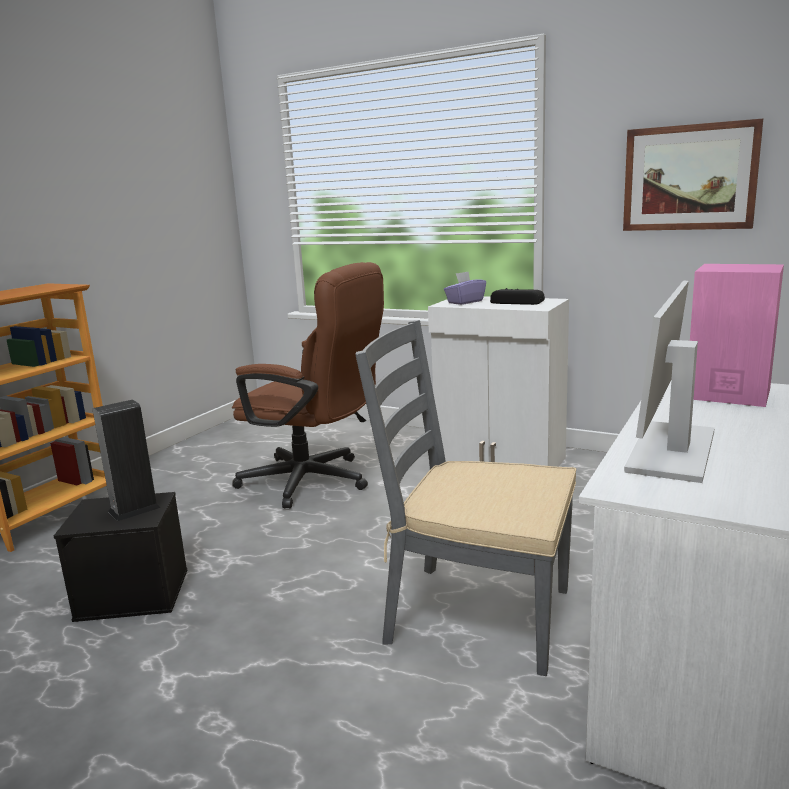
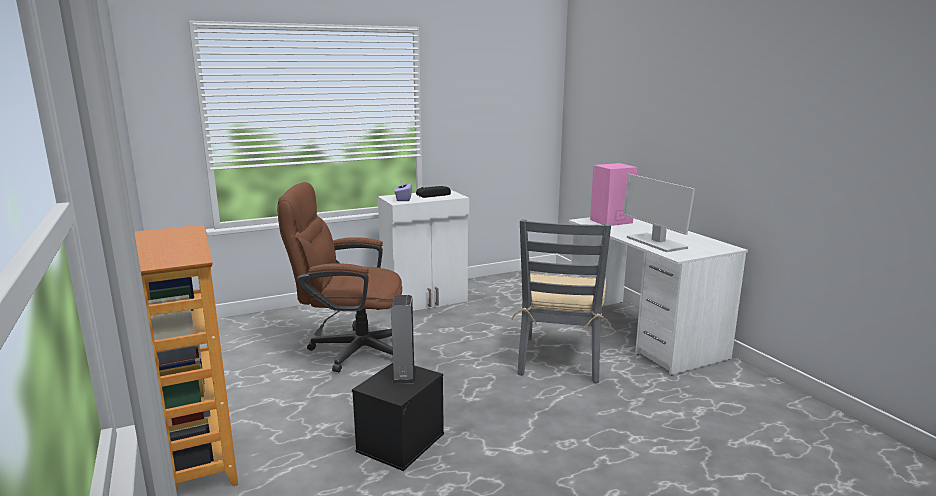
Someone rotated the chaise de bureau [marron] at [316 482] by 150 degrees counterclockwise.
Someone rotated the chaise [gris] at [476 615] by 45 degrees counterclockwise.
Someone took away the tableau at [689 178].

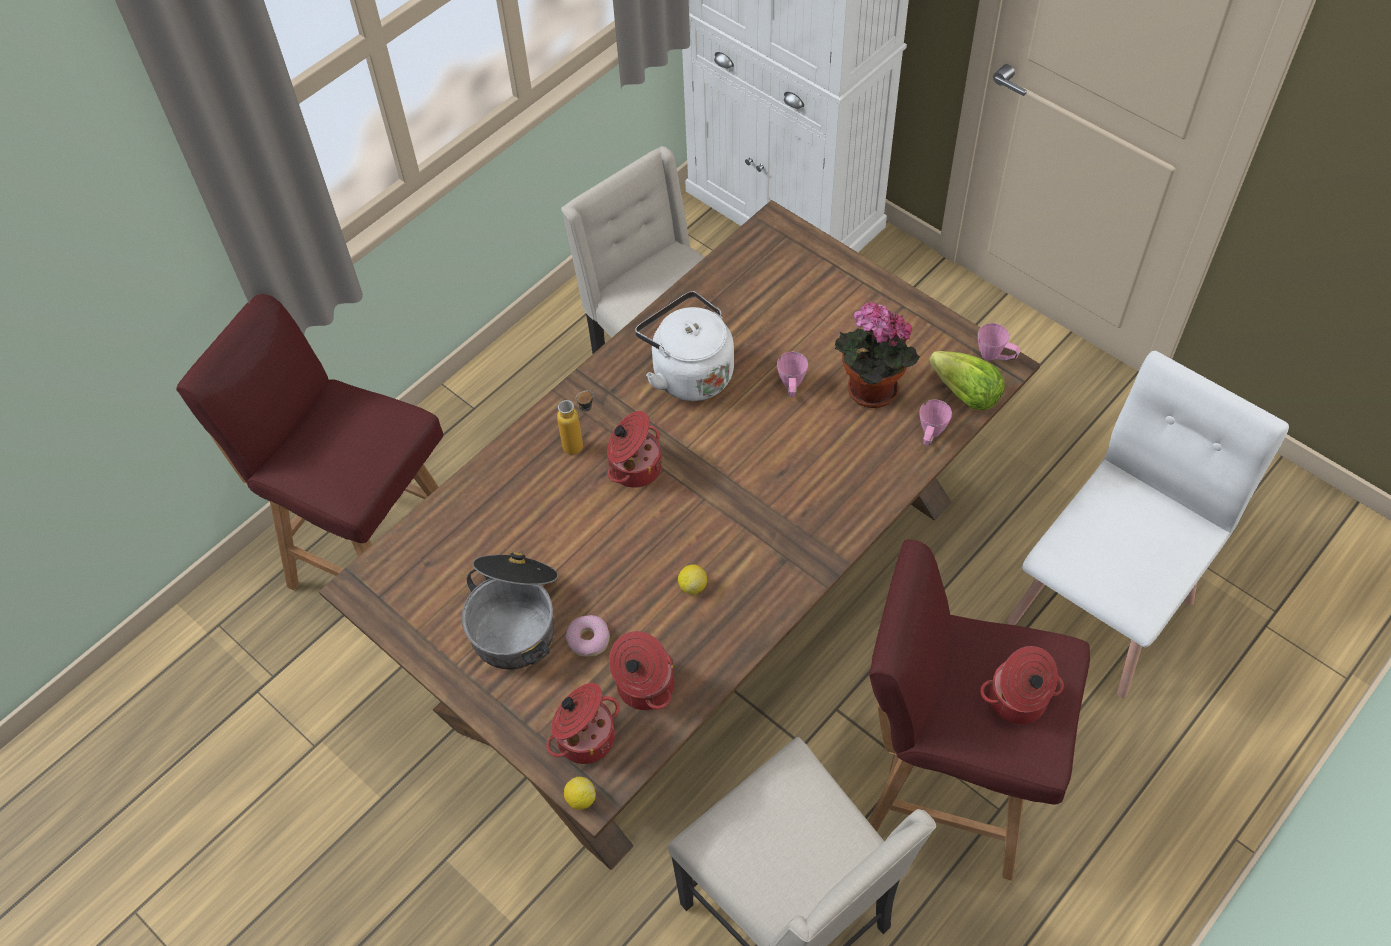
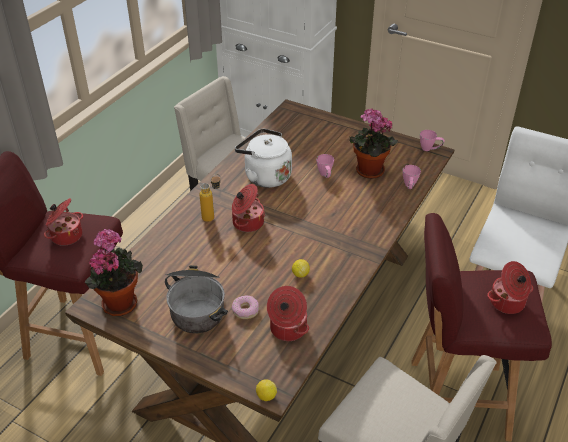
Someone carried the marmite from [584 736] to [66 235].
Someone put down the plante en pot at [119 301].
Someone took away the laitue at [965 394].

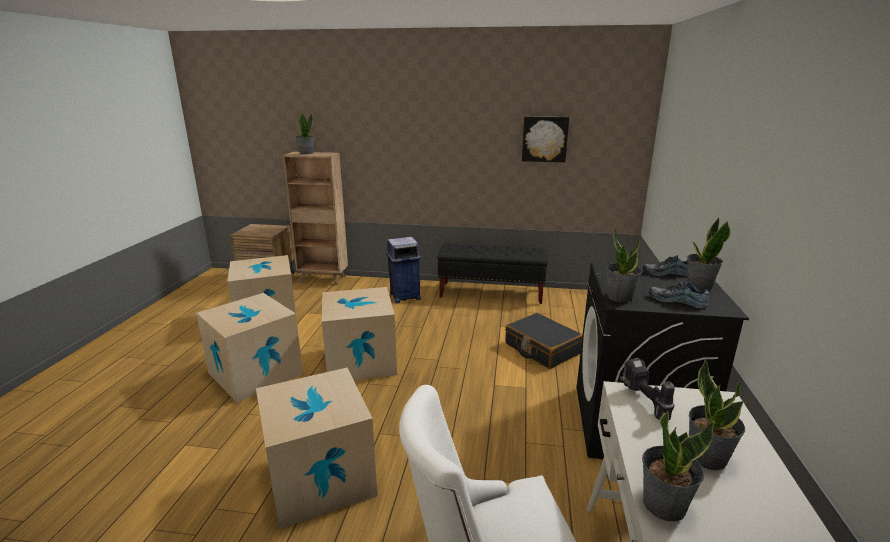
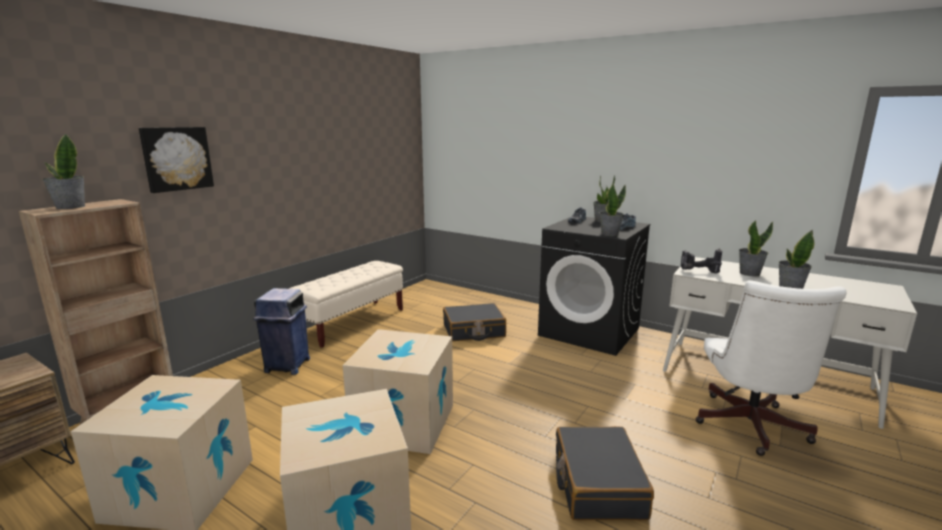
Someone carried the tableau from [544 139] to [176 158].
Someone repainted the banc [noir] at [491 293], which became the banc [beige] at [351 323].
Someone swapped the carton at [320 478] for the valise [noir] at [597 484].

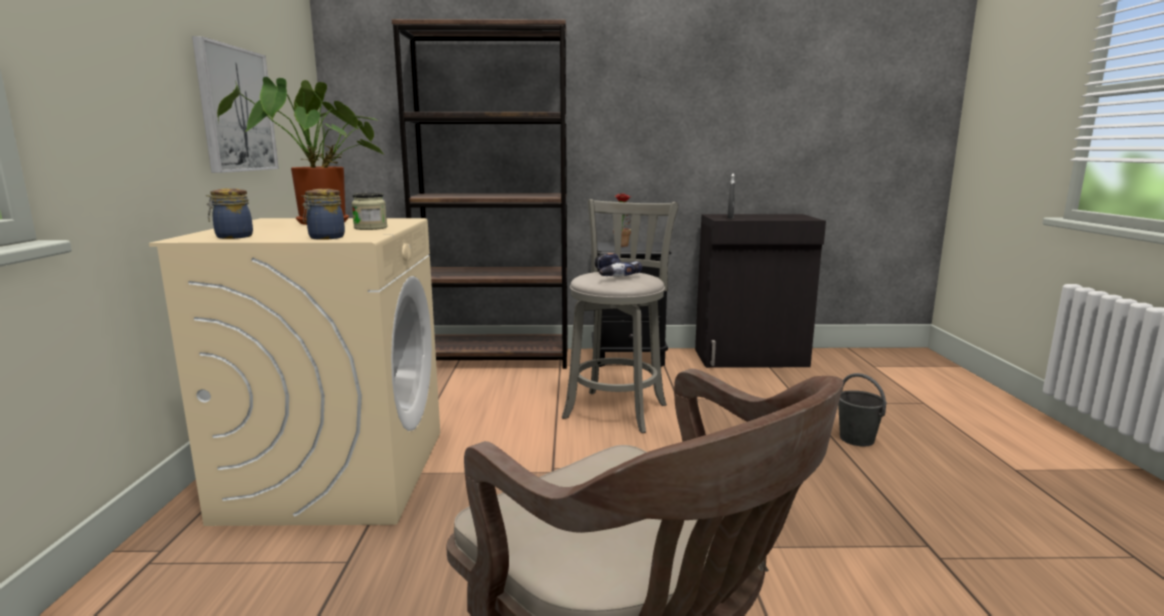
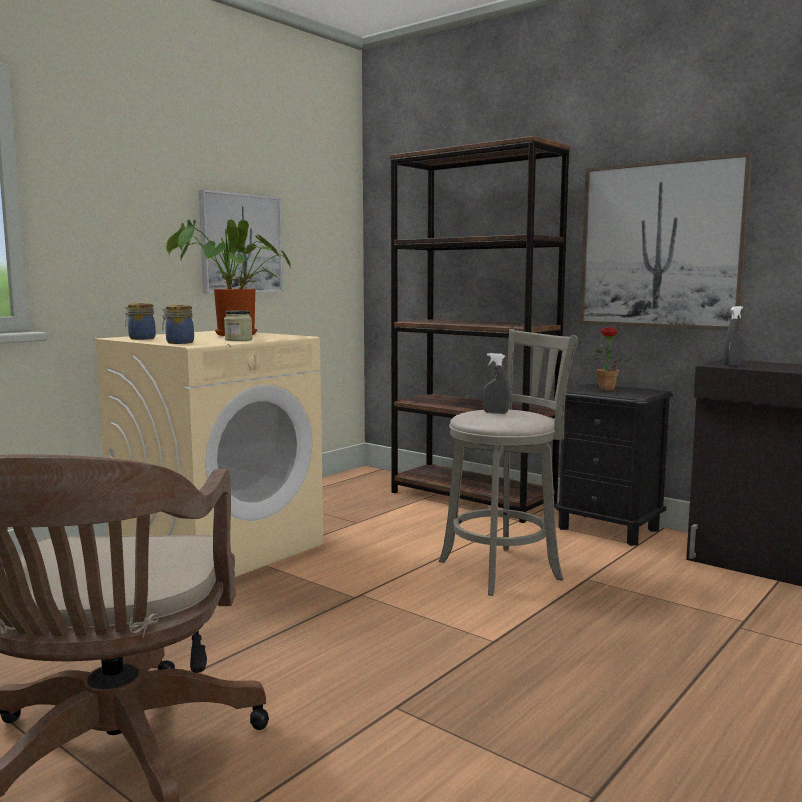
Someone swapped the perceuse at [610 275] for the vaporisateur [gris] at [495 413].
Someone put up the tableau at [661 245].
Someone took away the seau [gris] at [856 439].

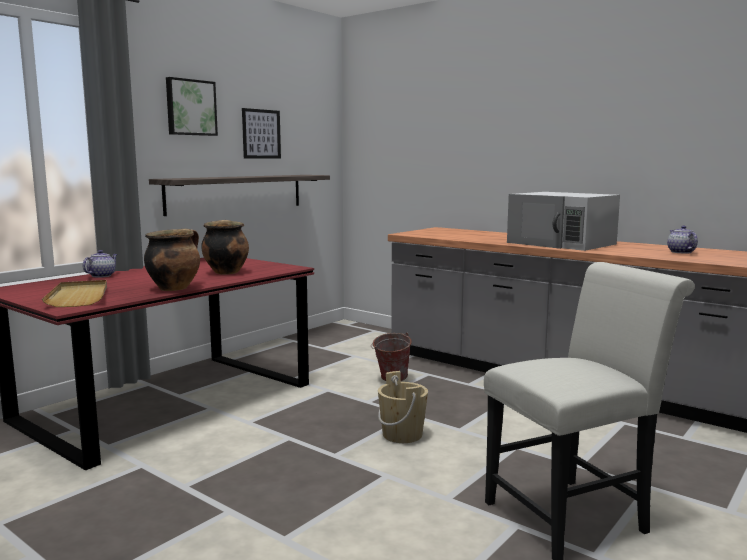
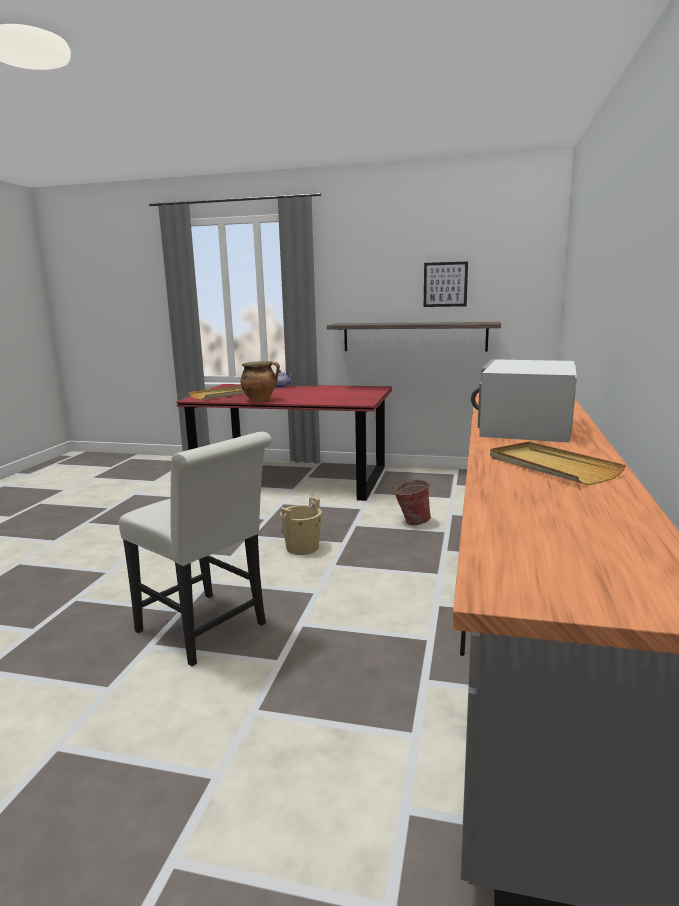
Someone swapped the théière at [680 252] for the plateau [beige] at [551 467].
Someone took away the tableau at [190 107].
Someone took away the marmite at [226 272].

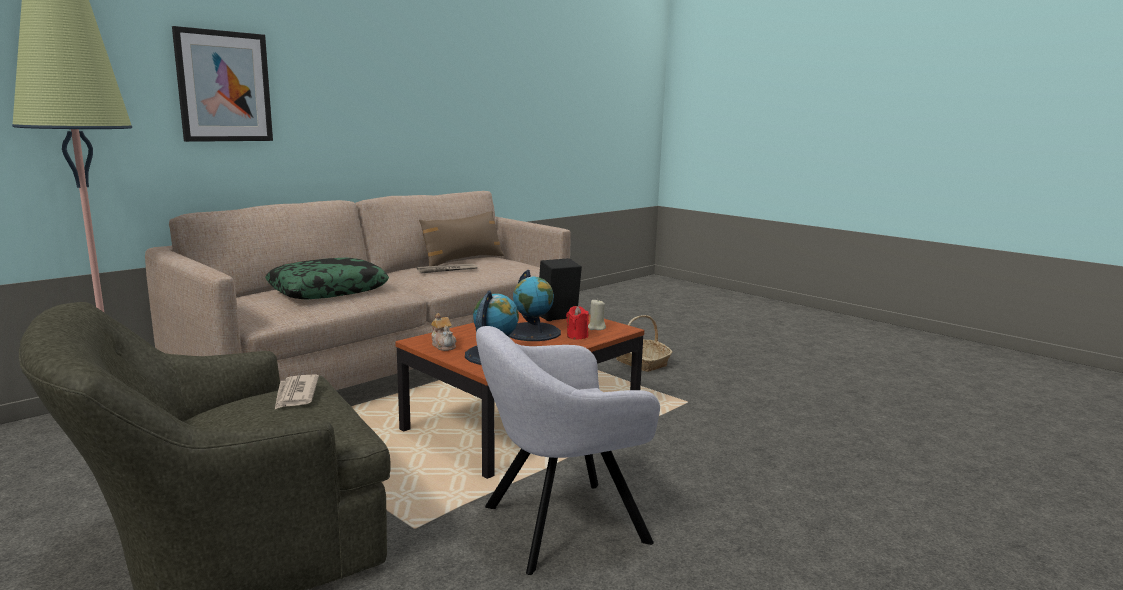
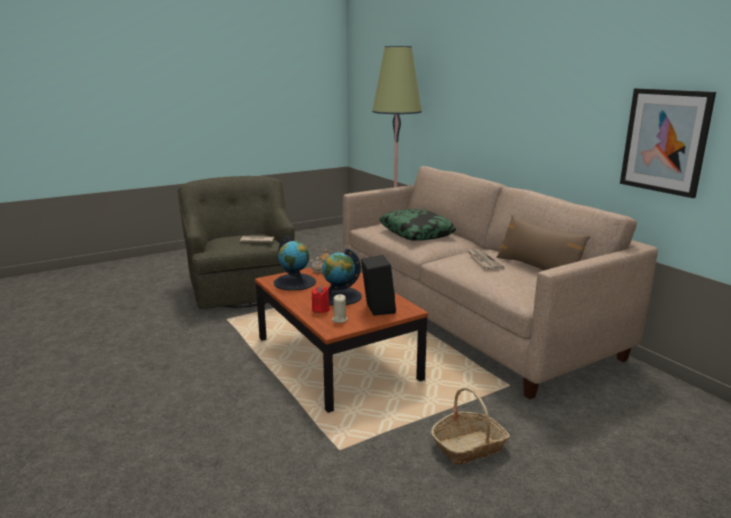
Someone carried the tableau from [224 86] to [665 141].
Someone took away the fauteuil [gris] at [558 525].

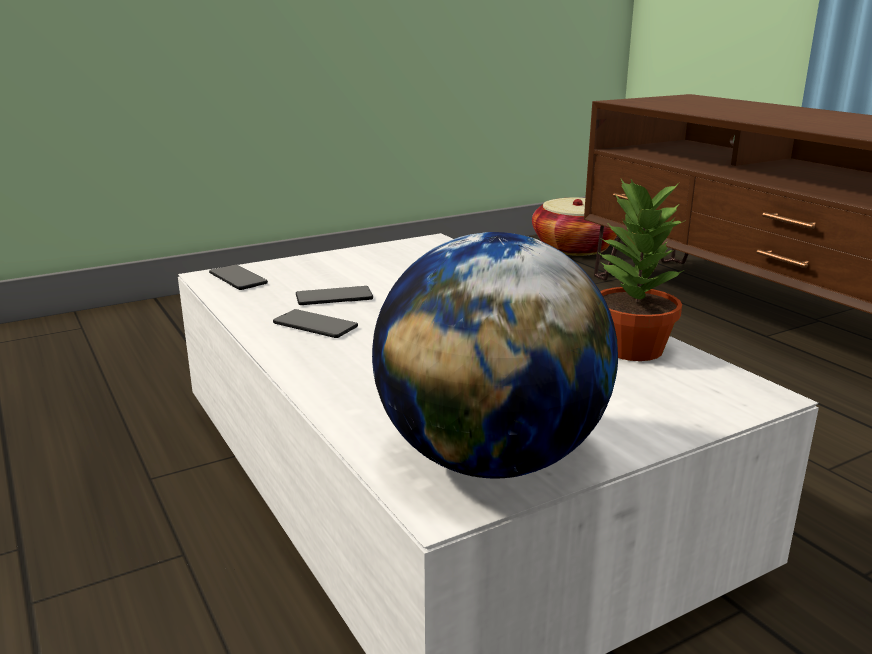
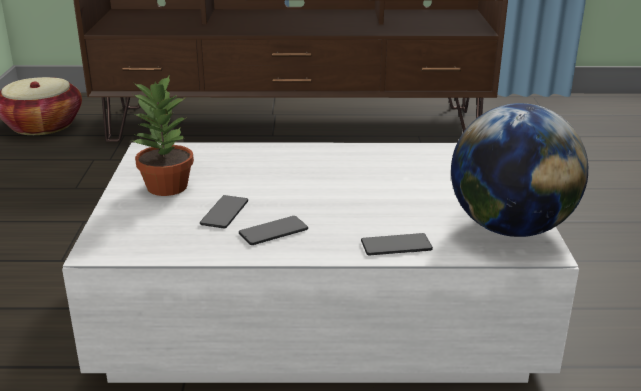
Someone carried the plante en pot from [630 348] to [166 187].
Someone carried the téléphone from [238 279] to [396 246].

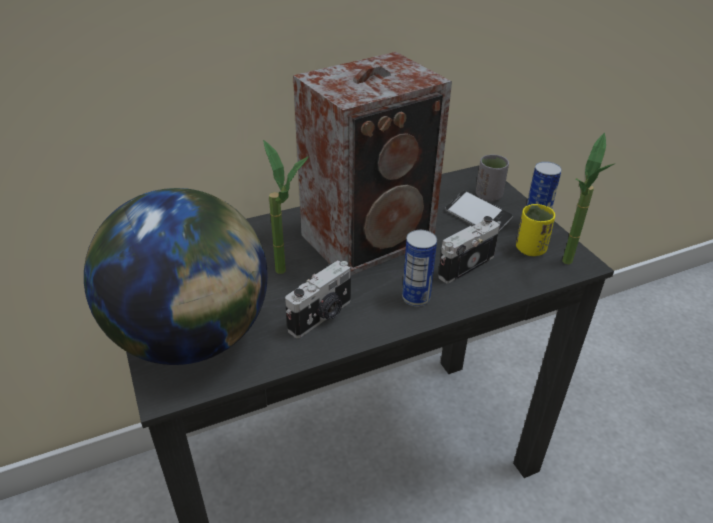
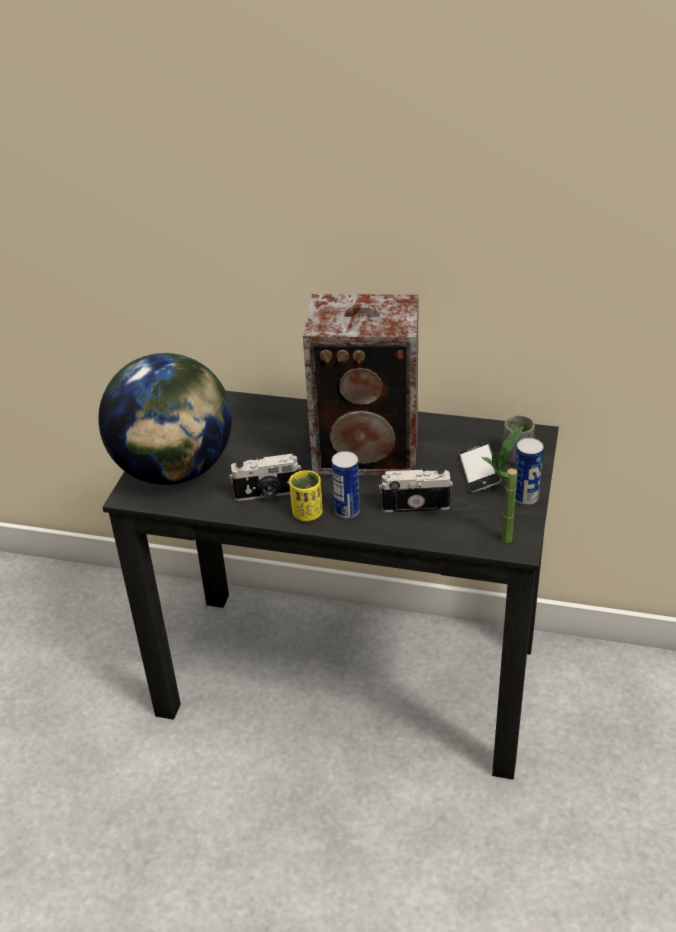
Someone carried the tasse [jaune] from [530 249] to [307 513].
Someone took away the plante en pot at [289 274].

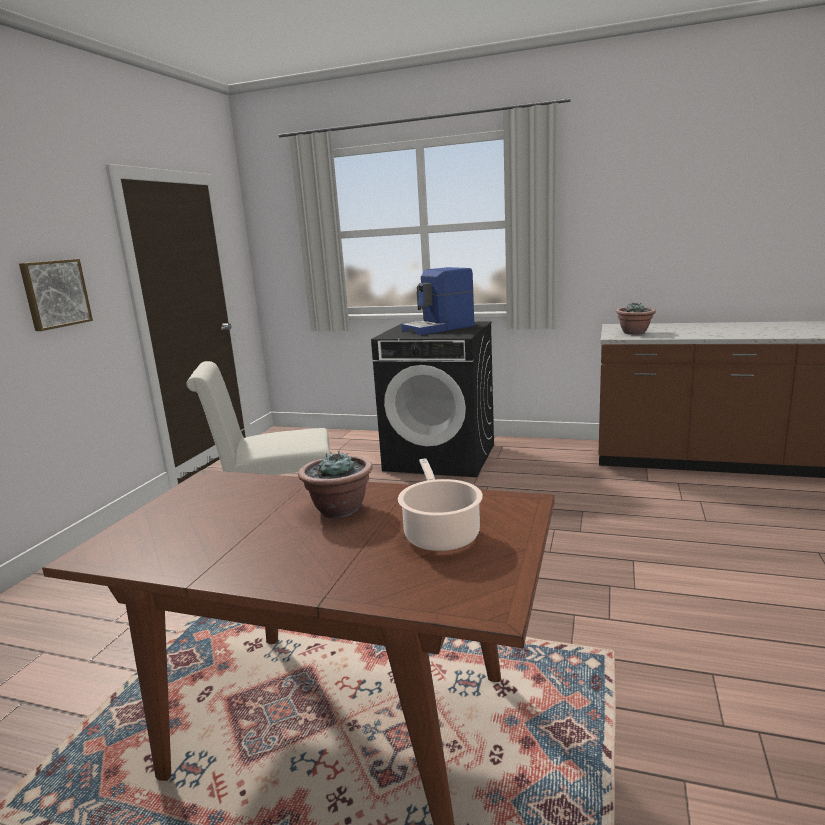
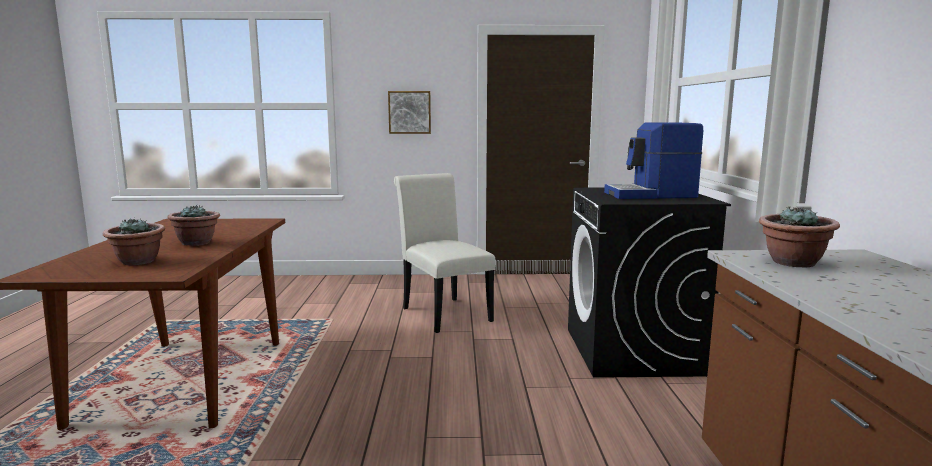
Someone swapped the marmite at [440 533] for the plante en pot at [138 262].
Someone rotated the machine à café at [439 328] by 45 degrees counterclockwise.

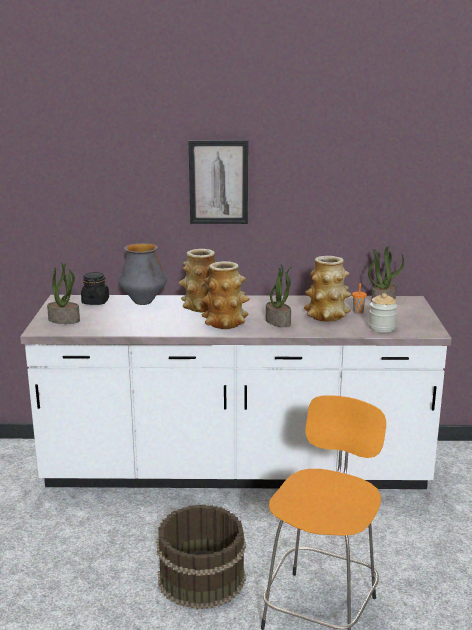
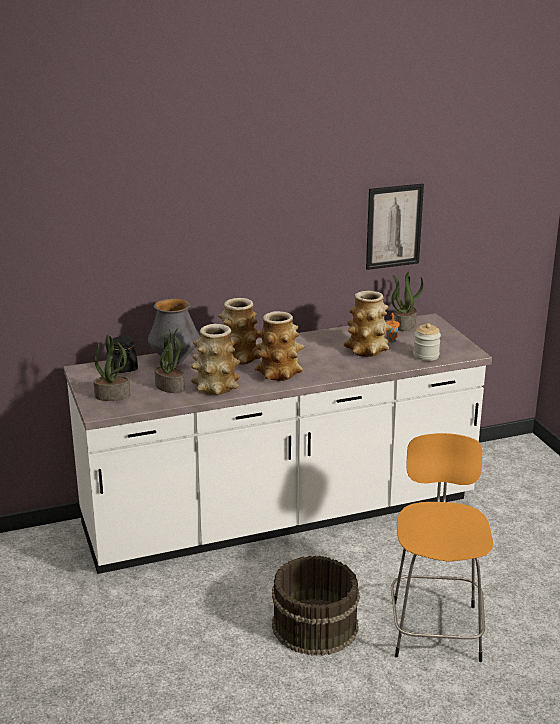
Someone carried the plante en pot from [278 322] to [170 387].
Someone put down the vase at [215 387].
Someone carried the tableau from [218 182] to [394 226].

